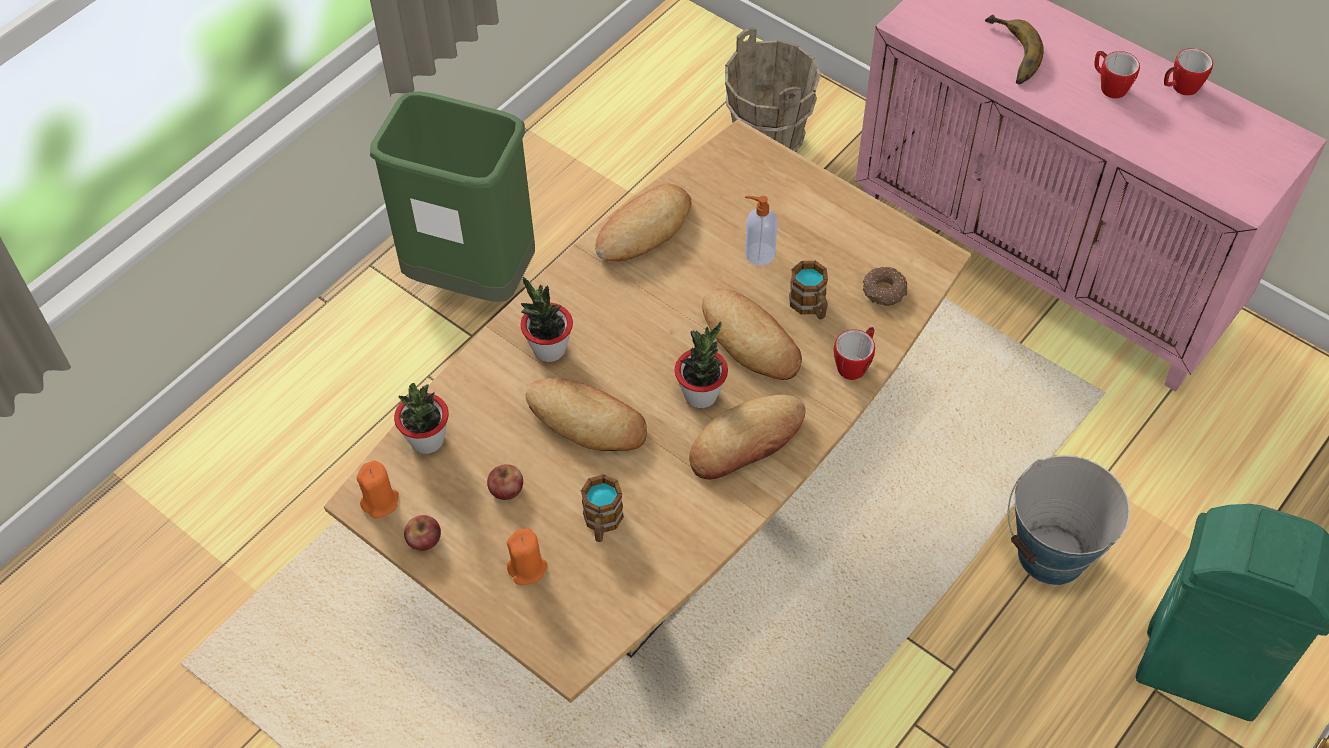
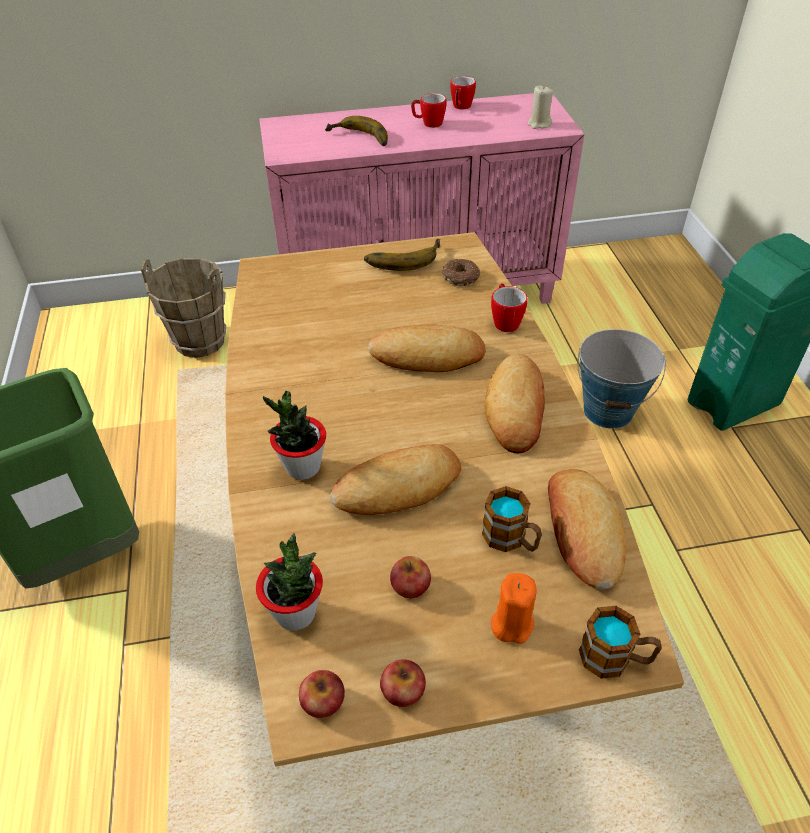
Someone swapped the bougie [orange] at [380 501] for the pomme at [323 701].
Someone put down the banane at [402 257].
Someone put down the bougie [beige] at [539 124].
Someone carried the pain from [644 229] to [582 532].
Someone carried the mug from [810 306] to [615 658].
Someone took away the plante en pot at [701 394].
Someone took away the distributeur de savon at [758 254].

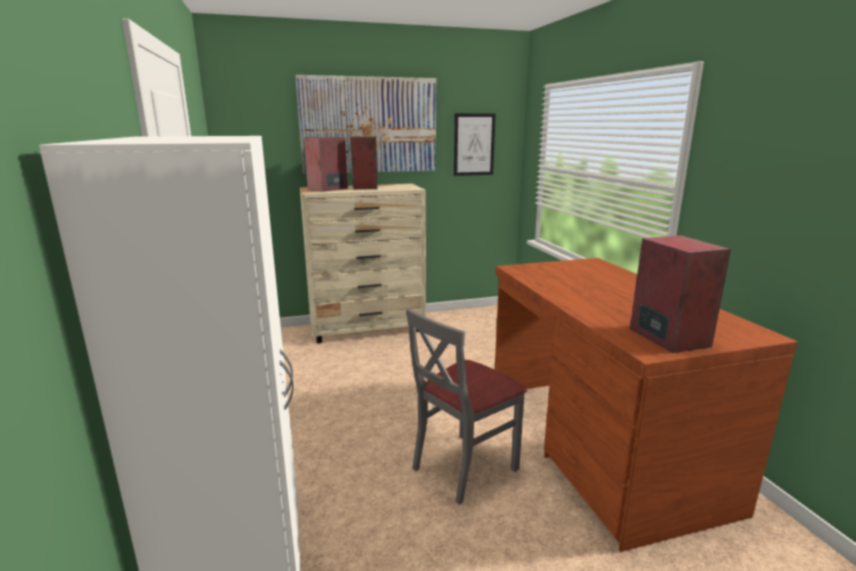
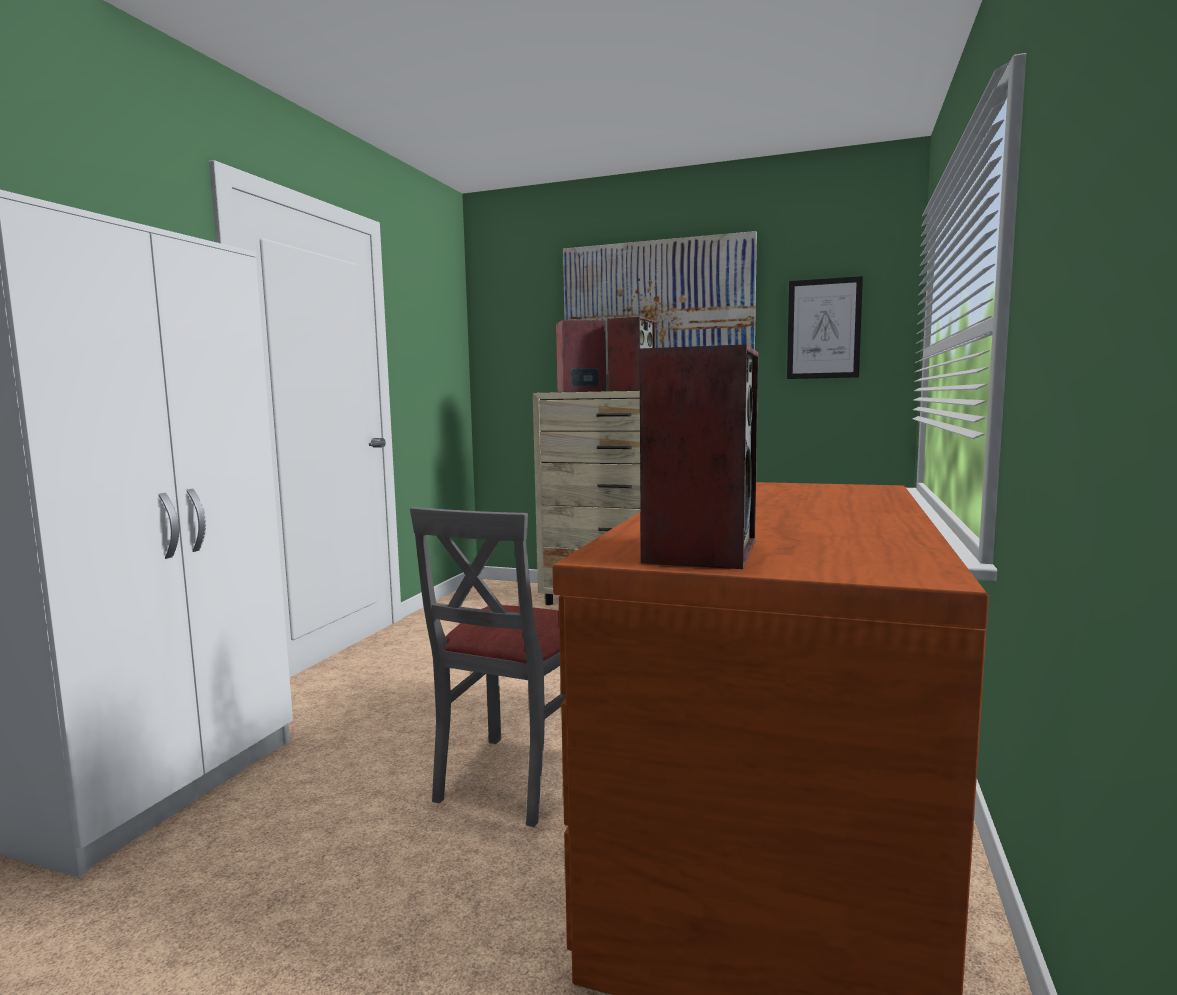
Someone rotated the chaise [gris] at [463 467] by 60 degrees counterclockwise.

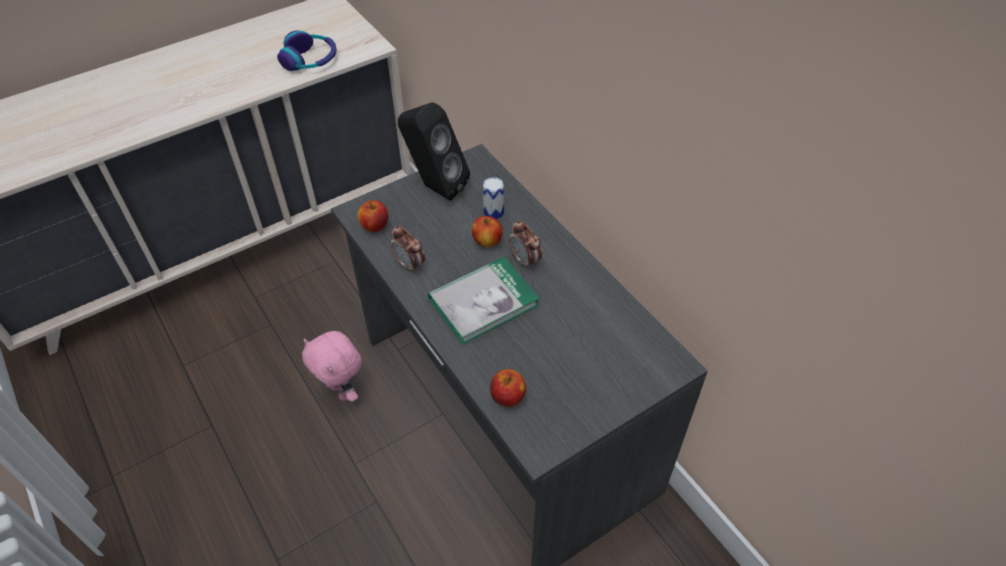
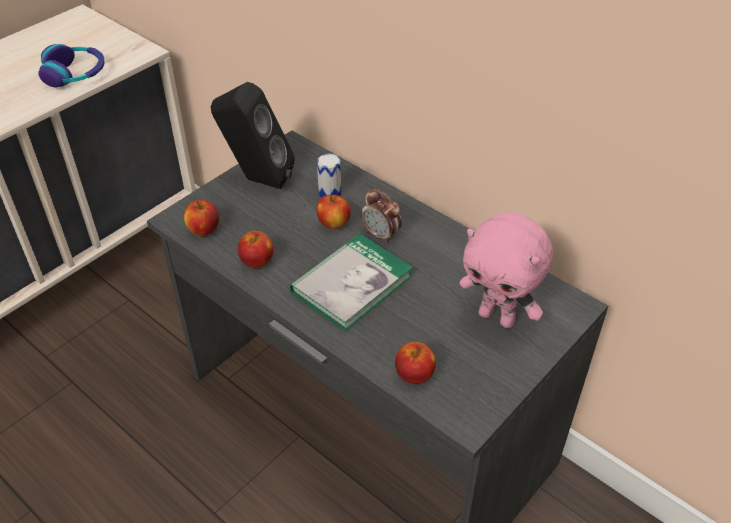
Someone swapped the réveil at [409 264] for the pomme at [257 261].
Someone carried the peluche [rose] from [342 391] to [498 317].

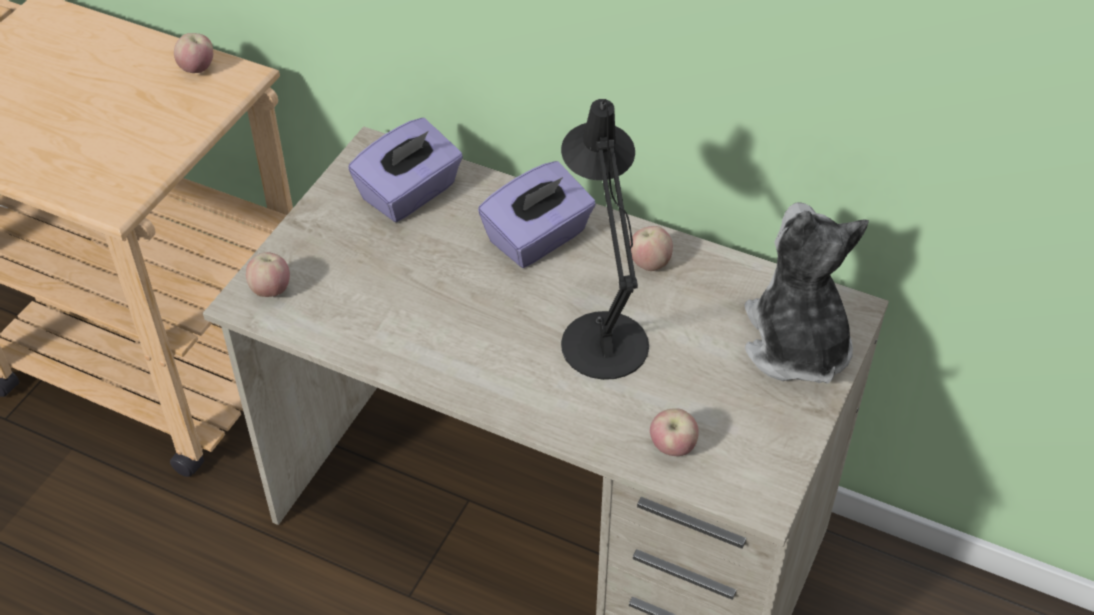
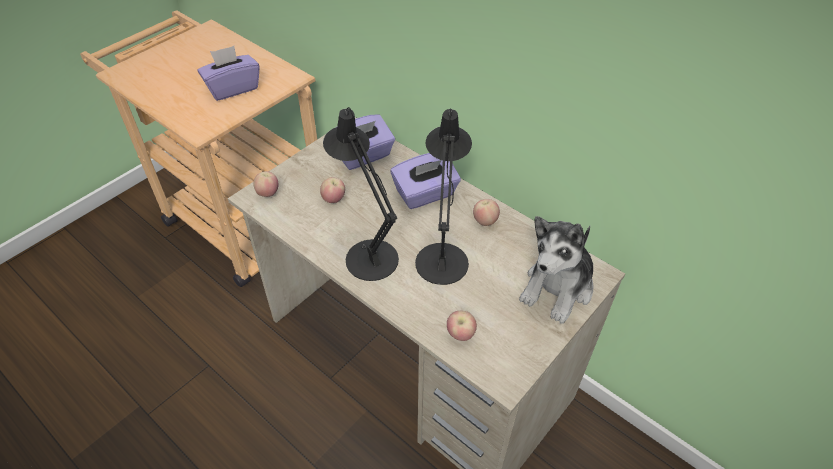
Someone put down the boîte à mouchoirs [violet] at [233 88].
Someone carried the pomme from [197 69] to [333 199].
Someone put down the lampe de table [noir] at [368 254].
Someone rotated the peluche at [796 344] by 150 degrees counterclockwise.

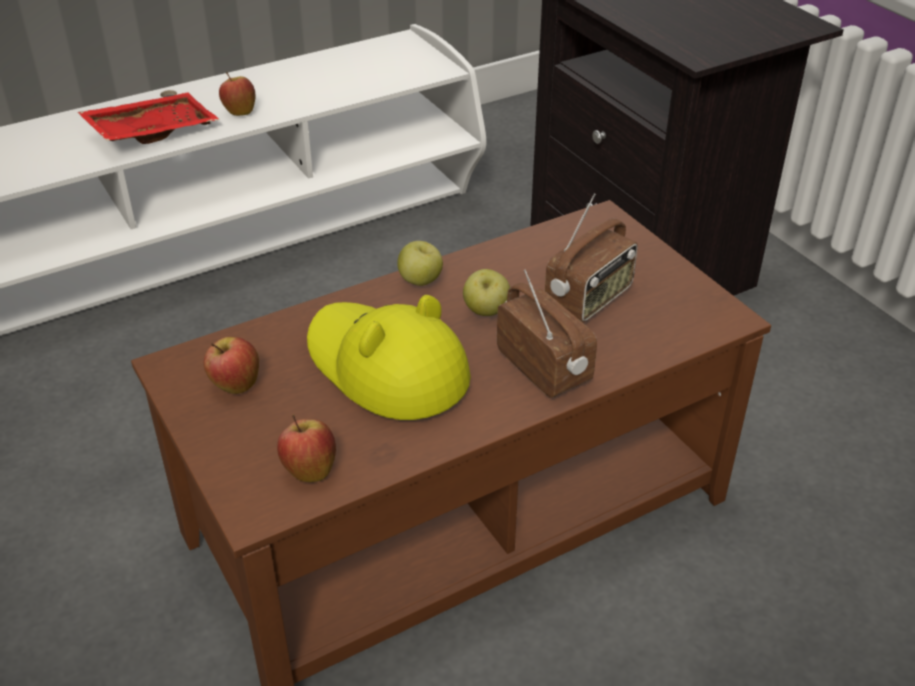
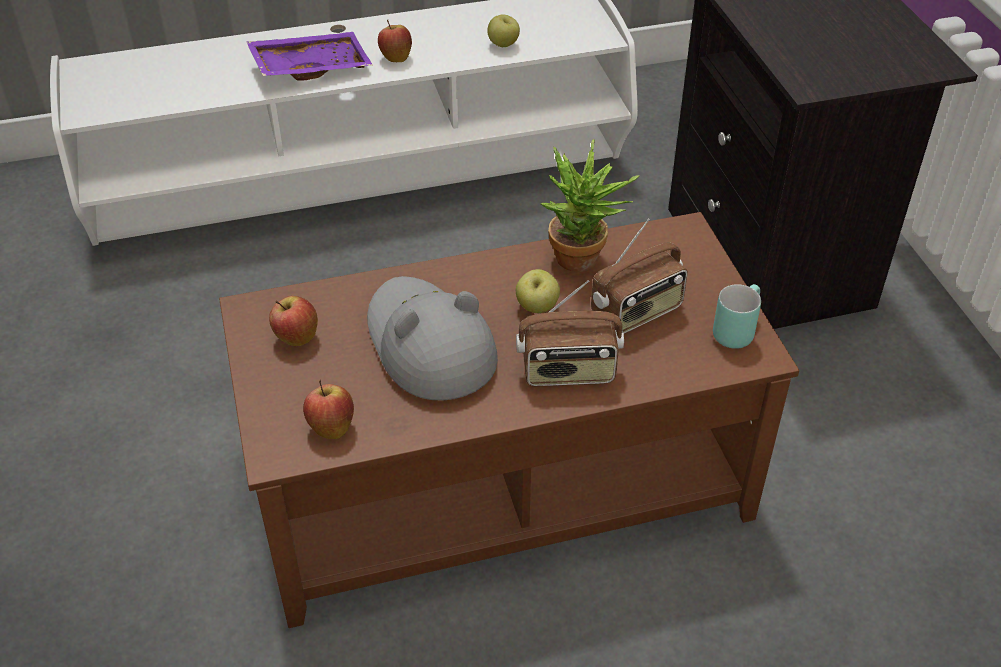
Someone repainted the plateau [rouge] at [151 131], which became the plateau [violet] at [310 67].
Someone repainted the chapeau [jaune] at [386 366], which became the chapeau [gris] at [428 344].
Someone carried the pomme from [420 281] to [503 45].
Someone rotated the radio at [545 367] by 105 degrees clockwise.
Someone put down the plante en pot at [583 262].
Someone put down the mug [turquoise] at [734 329].

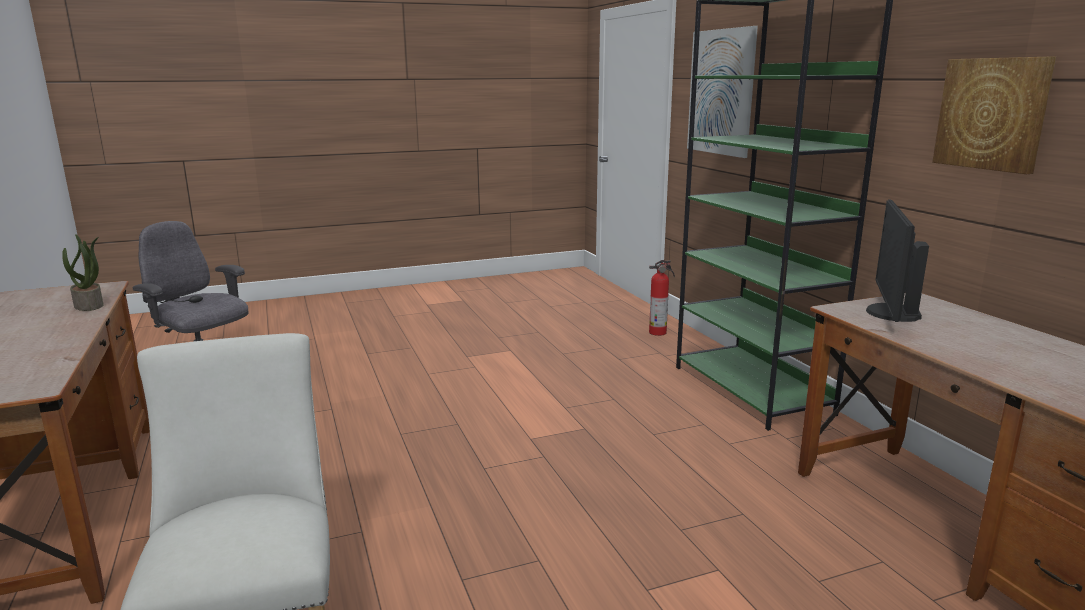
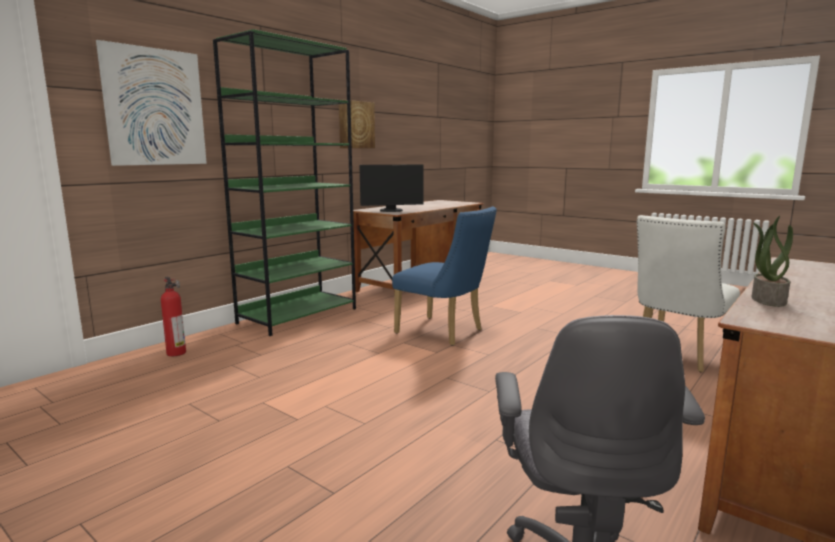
Someone put down the chaise [bleu] at [445 332].

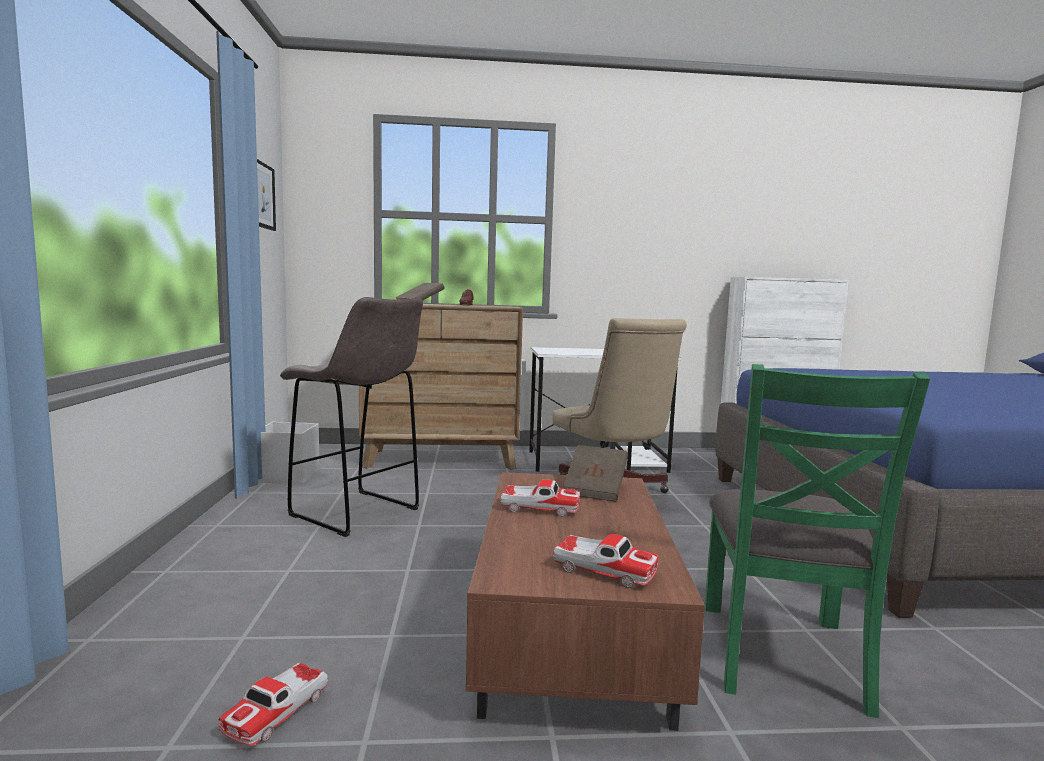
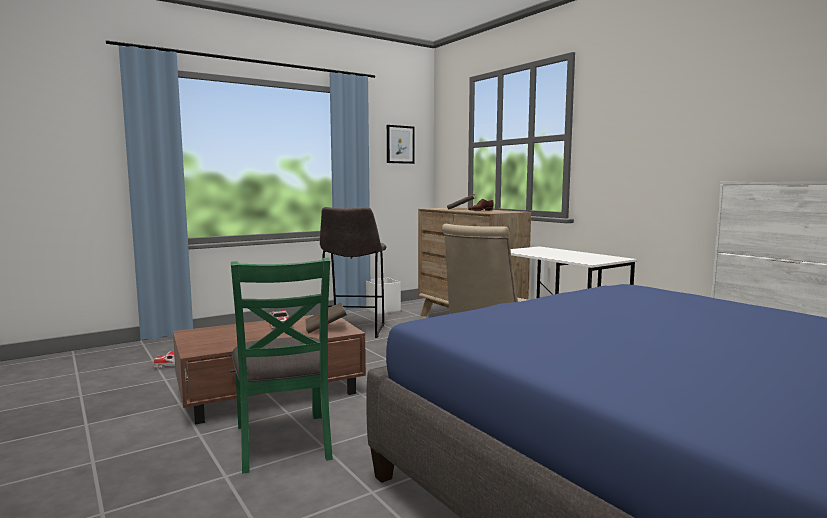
Someone rotated the chaise [vert] at [782 654] by 90 degrees counterclockwise.
Someone took away the petite voiture at [604 570].

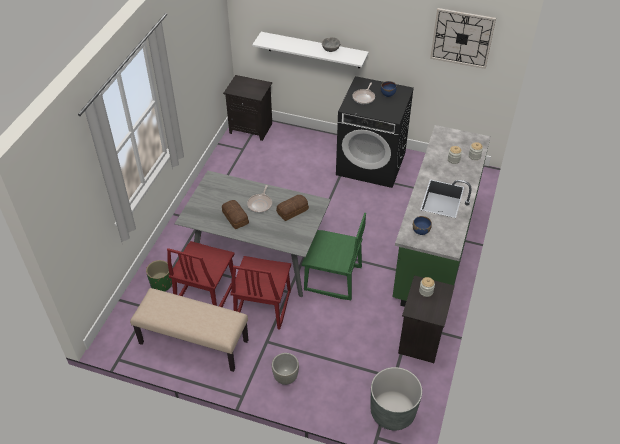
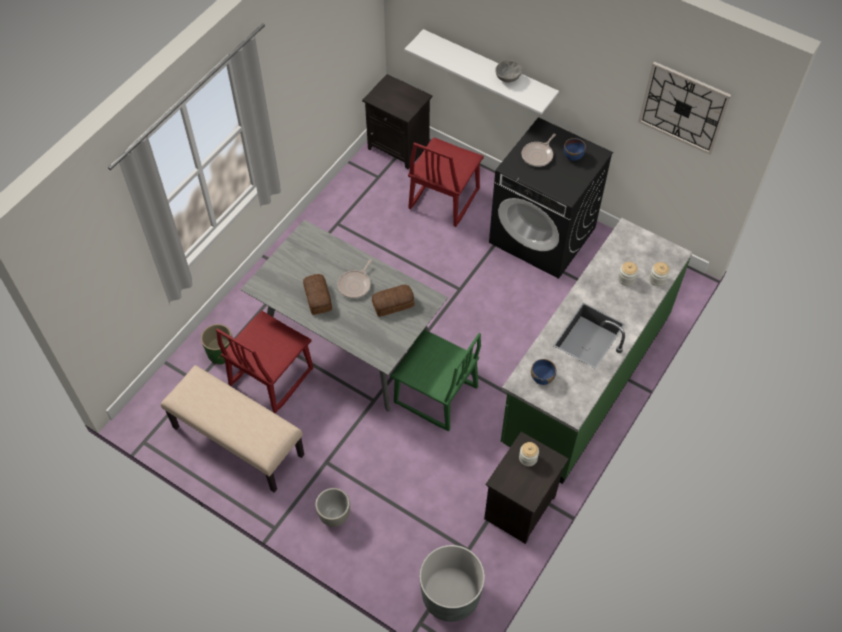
Someone carried the chaise [rouge] from [262 306] to [443 198].

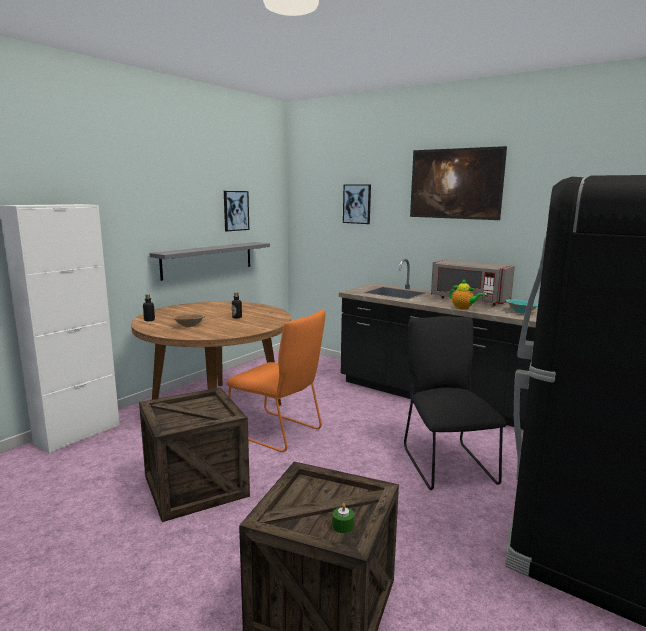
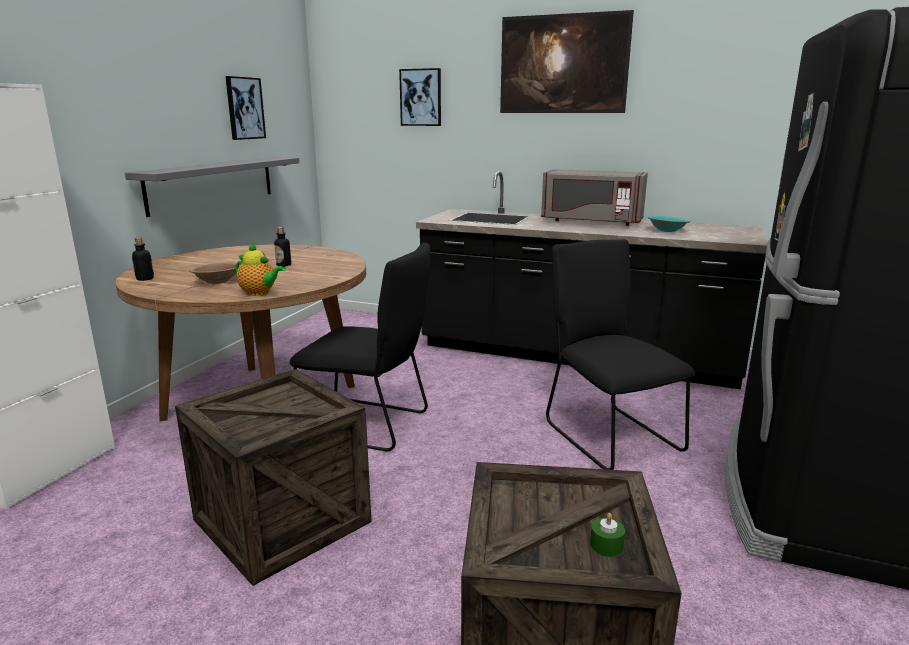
Someone carried the théière from [463 308] to [259 293].
Someone repainted the chaise [orange] at [278 432], which became the chaise [noir] at [368 425].

